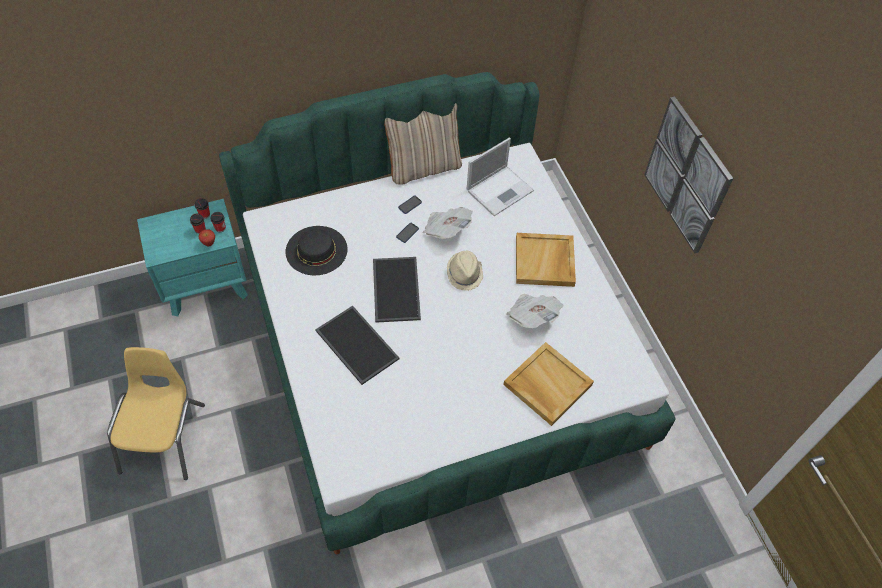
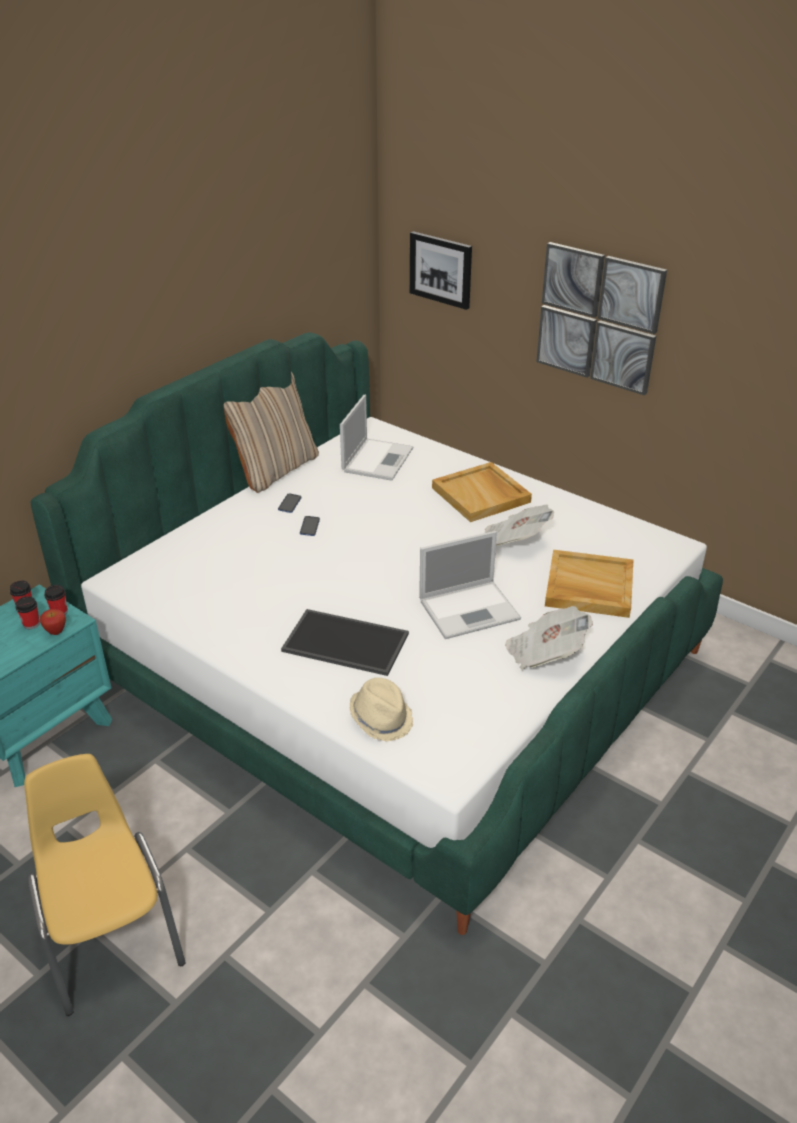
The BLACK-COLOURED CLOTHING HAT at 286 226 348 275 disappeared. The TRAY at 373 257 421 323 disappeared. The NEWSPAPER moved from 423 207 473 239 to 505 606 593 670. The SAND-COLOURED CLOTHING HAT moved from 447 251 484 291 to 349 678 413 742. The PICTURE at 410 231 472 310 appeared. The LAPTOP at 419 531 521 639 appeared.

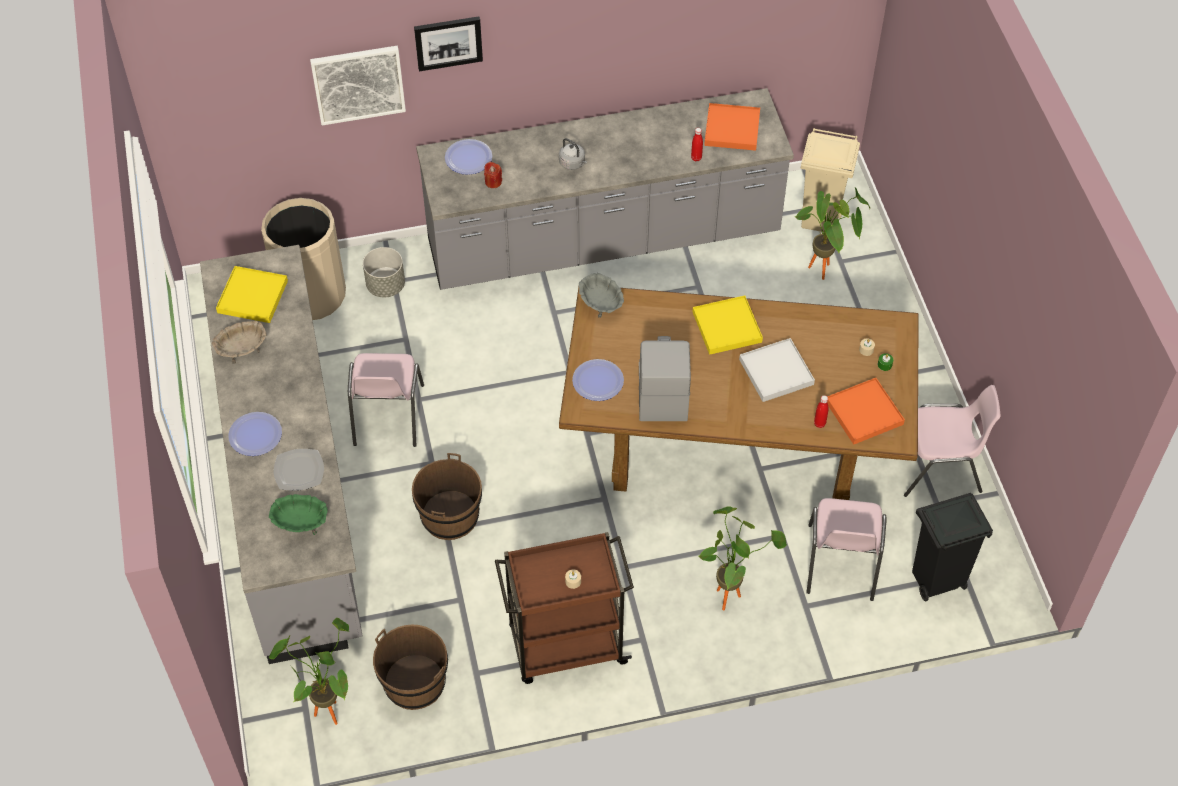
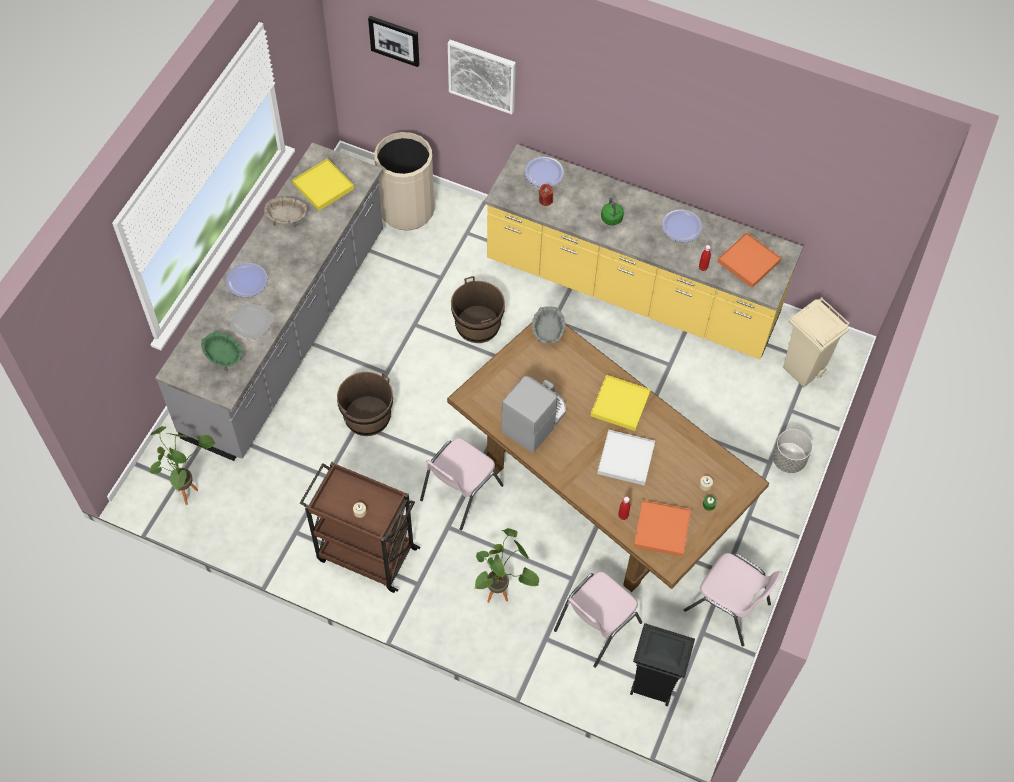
The PINKISH UPRIGHT CHAIR moved from 348 353 424 447 to 420 438 503 530. The GRAY PLANTER moved from 363 247 405 297 to 772 429 813 473. The BROWNISH PAIL moved from 373 625 448 710 to 451 276 505 343. The PICTURE moved from 414 16 483 71 to 368 16 419 67. The GRAY KITCHEN COUNTER at 416 88 794 290 became the YELLOW KITCHEN COUNTER at 485 144 804 359. The GRAY TEA KETTLE at 559 138 587 170 became the GREEN TEA KETTLE at 601 198 624 225. The DINNER PLATE moved from 572 359 624 401 to 662 210 702 242. The POTTED PLANT at 795 188 870 280 disappeared.

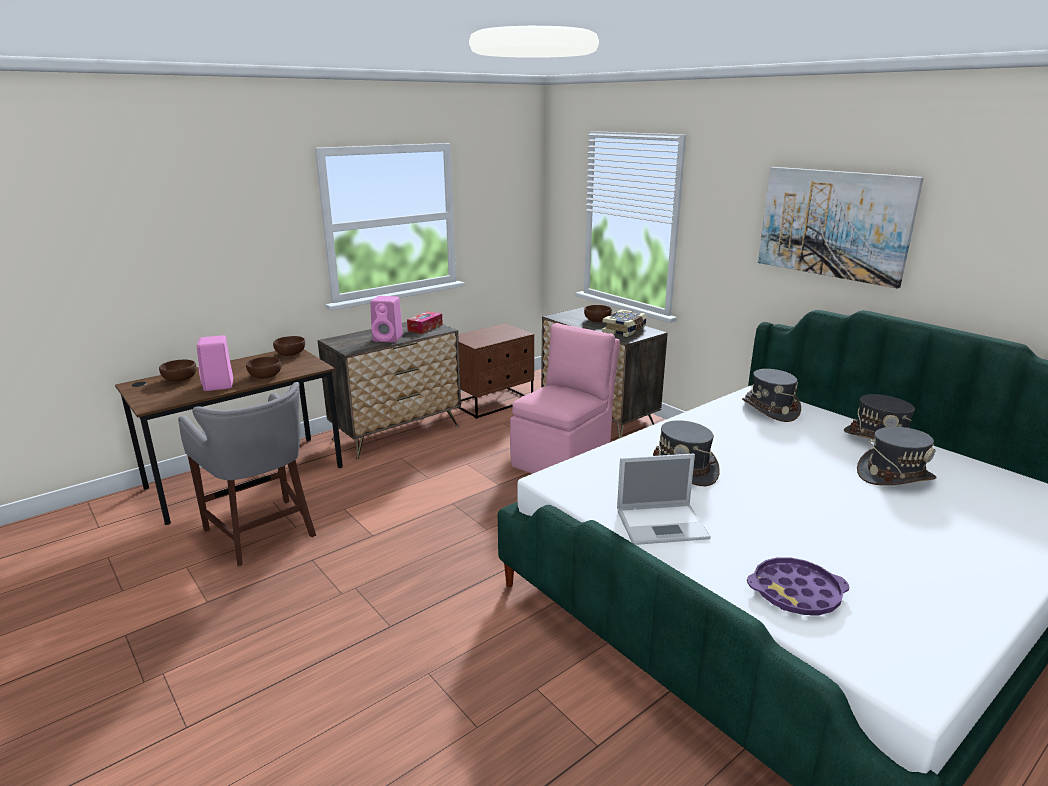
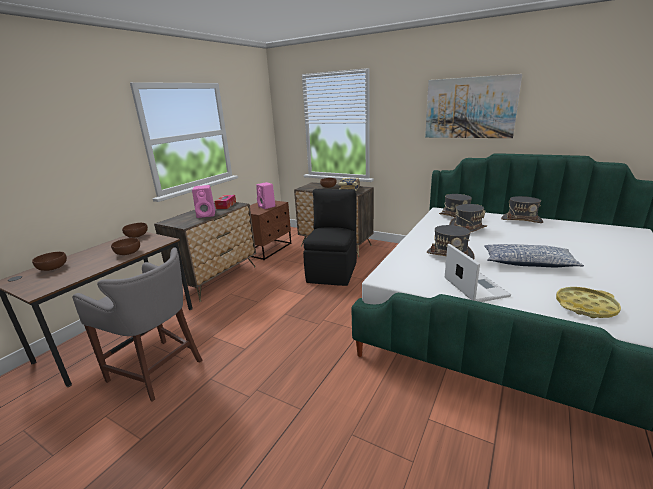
The PINKISH AUDIO SPEAKER moved from 197 335 233 391 to 256 182 276 209. The PINKISH UPRIGHT CHAIR at 510 323 620 474 became the BLACK-COLOURED UPRIGHT CHAIR at 303 189 357 286. The LAPTOP at 617 454 711 545 turned 75 degrees counterclockwise. The PURPLISH TRAY at 747 557 849 615 became the YELLOW TRAY at 556 287 621 318. The GRAY CLOTHING HAT moved from 857 427 937 486 to 449 204 487 232. The THROW PILLOW at 484 244 584 267 appeared.

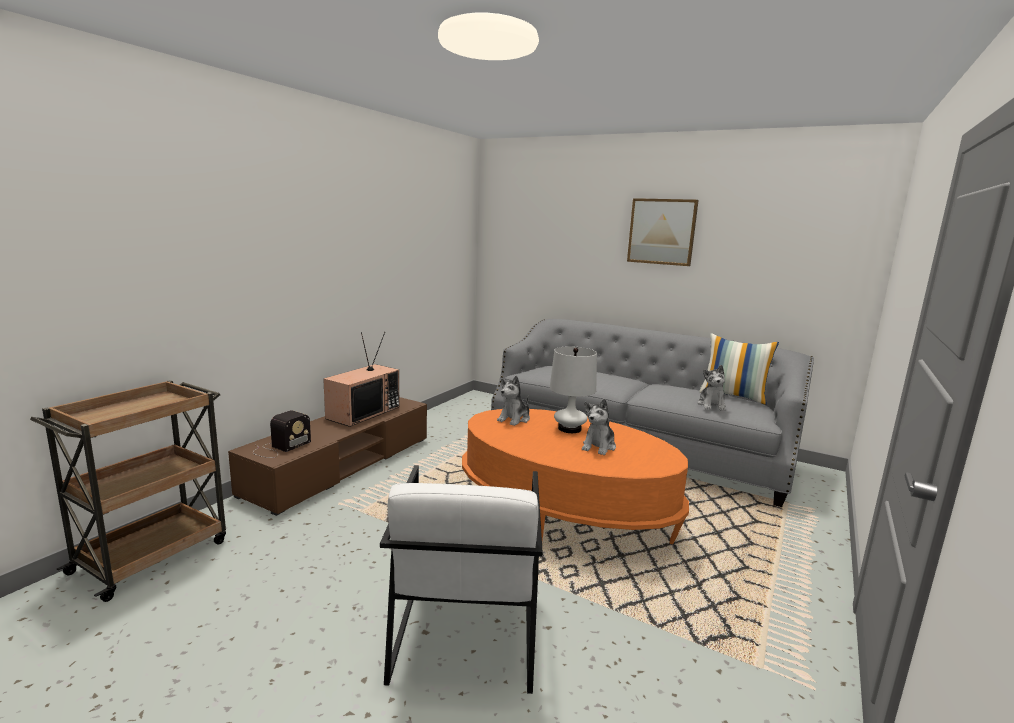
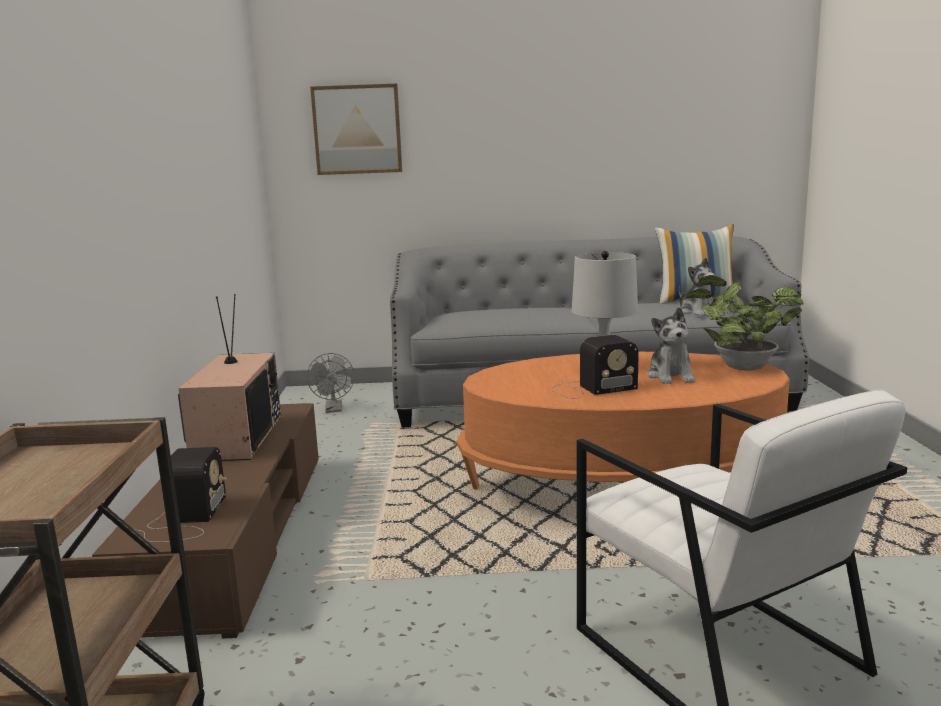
The CUDDLY TOY at 497 376 530 426 disappeared. The PICTURE moved from 627 198 699 266 to 310 84 402 175. The GRAY COOLING FAN at 307 353 355 413 appeared. The RADIO at 551 335 639 398 appeared. The POTTED PLANT at 684 275 804 371 appeared.

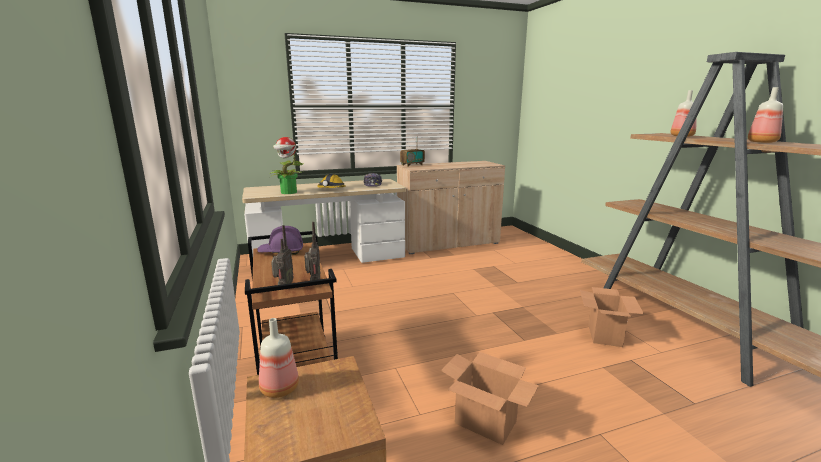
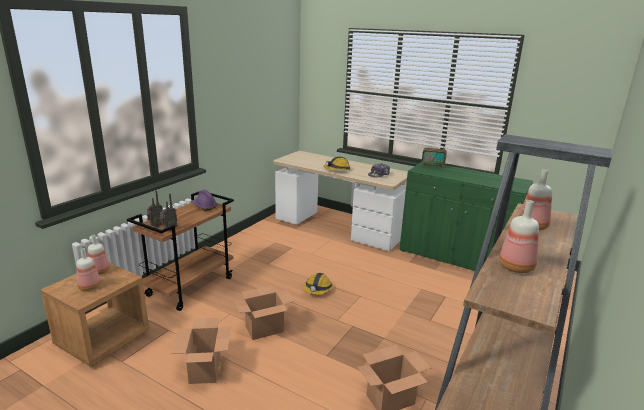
The POTTED PLANT at 268 137 303 194 disappeared. The SAND-COLOURED CABINET at 397 161 505 254 became the GREEN CABINET at 399 162 533 271. The BEVERAGE BOTTLE at 77 248 101 291 appeared. The CARTON at 233 286 295 340 appeared. The SAFETY HELMET at 304 273 333 295 appeared.

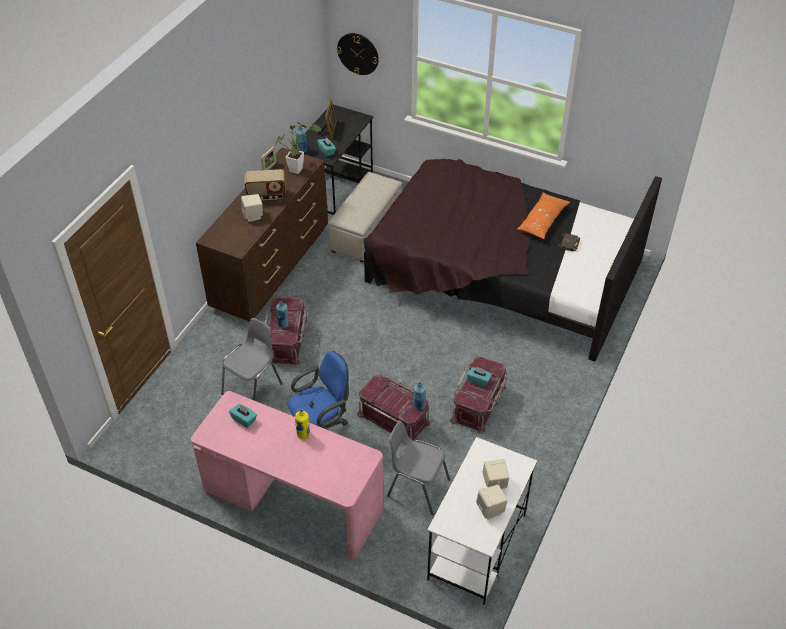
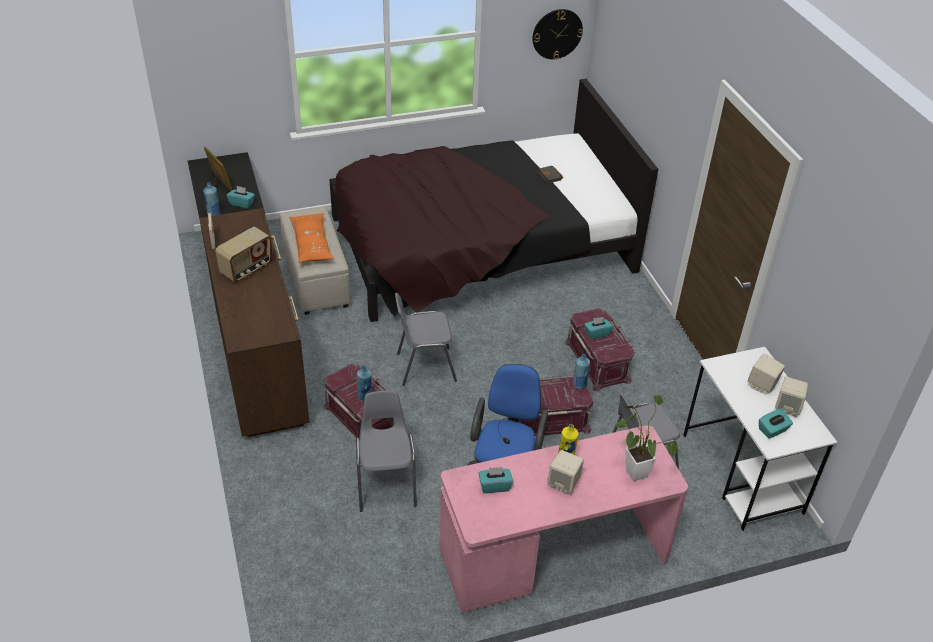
The SAND-COLOURED AUDIO SPEAKER moved from 241 194 263 222 to 547 450 584 494. The POTTED PLANT moved from 276 122 321 174 to 615 395 677 481. The CLOCK ON THE WALL moved from 337 33 379 75 to 533 9 583 60. The ORANGE THROW PILLOW moved from 517 192 570 239 to 289 213 334 263. The GRAY UPRIGHT CHAIR at 395 293 457 386 appeared. The TURQUOISE TISSUE BOX at 759 409 793 439 appeared.

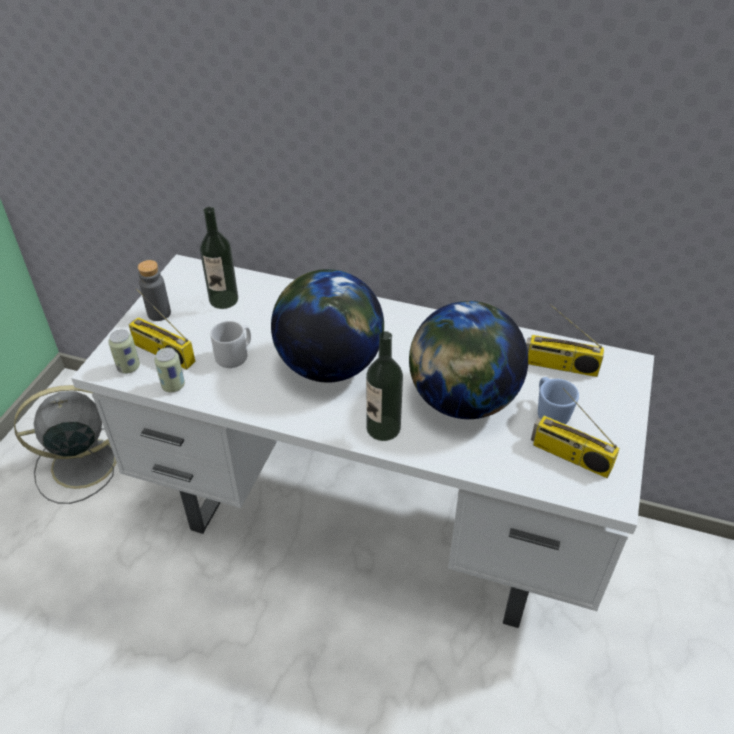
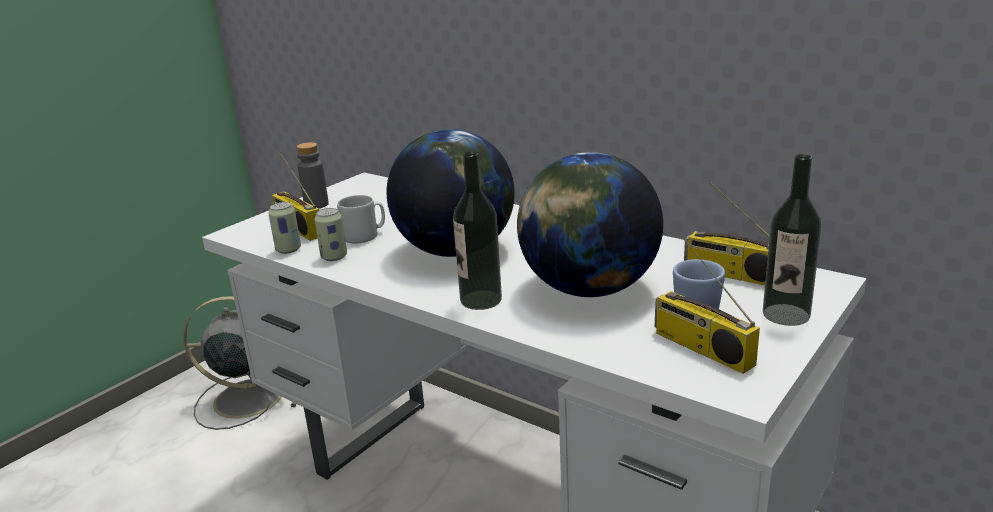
The SEALED CAN moved from 108 330 140 374 to 315 208 347 261. The BEVERAGE BOTTLE moved from 200 207 238 309 to 763 154 822 326.

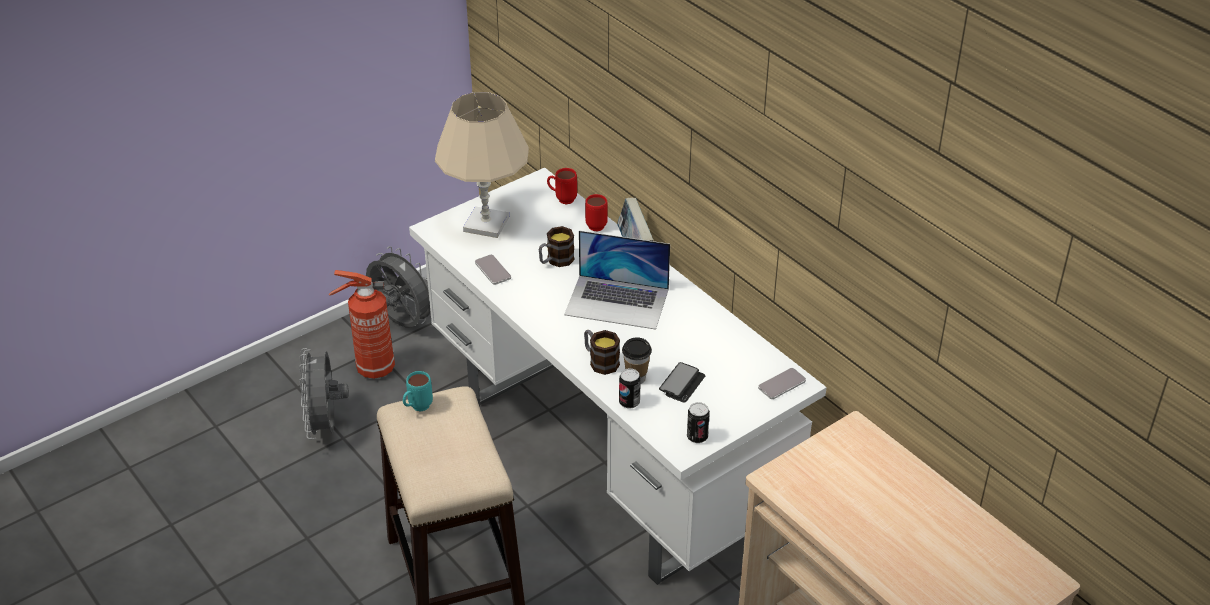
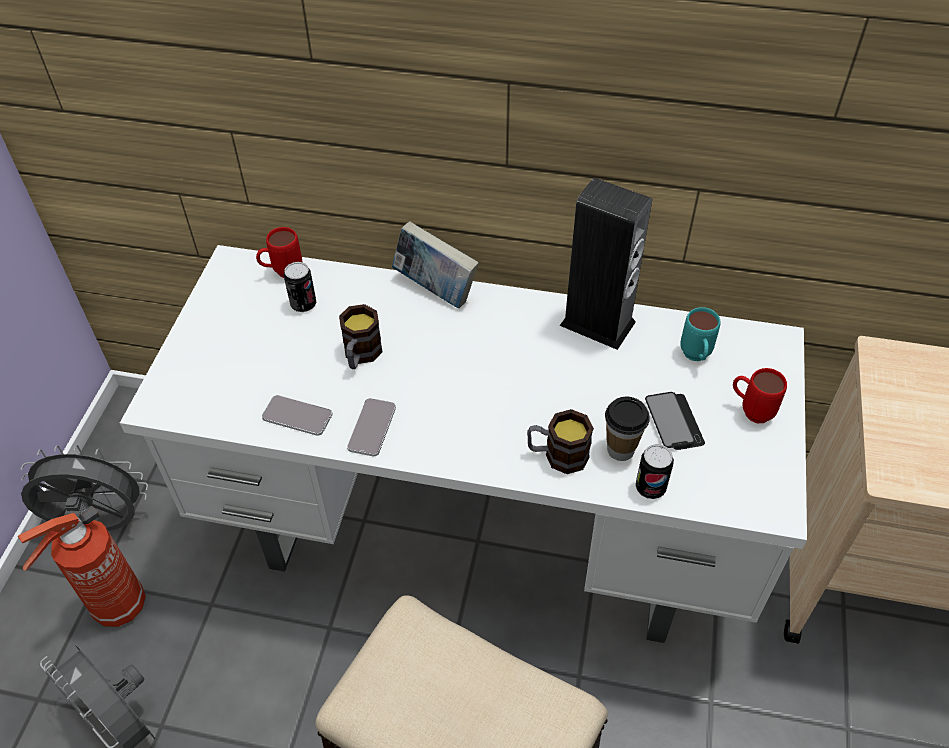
The TURQUOISE TEA MUG moved from 403 371 433 411 to 680 307 720 361. The SAND-COLOURED LAMP FOR A TABLE at 435 92 529 238 disappeared. The LAPTOP at 564 231 670 330 disappeared. The REDDISH TEA MUG moved from 585 194 608 231 to 733 368 787 423. The SEALED CAN moved from 687 402 710 443 to 284 262 316 312. The HANDSET moved from 758 368 806 399 to 347 398 396 456. The AUDIO SPEAKER at 559 178 652 350 appeared.

